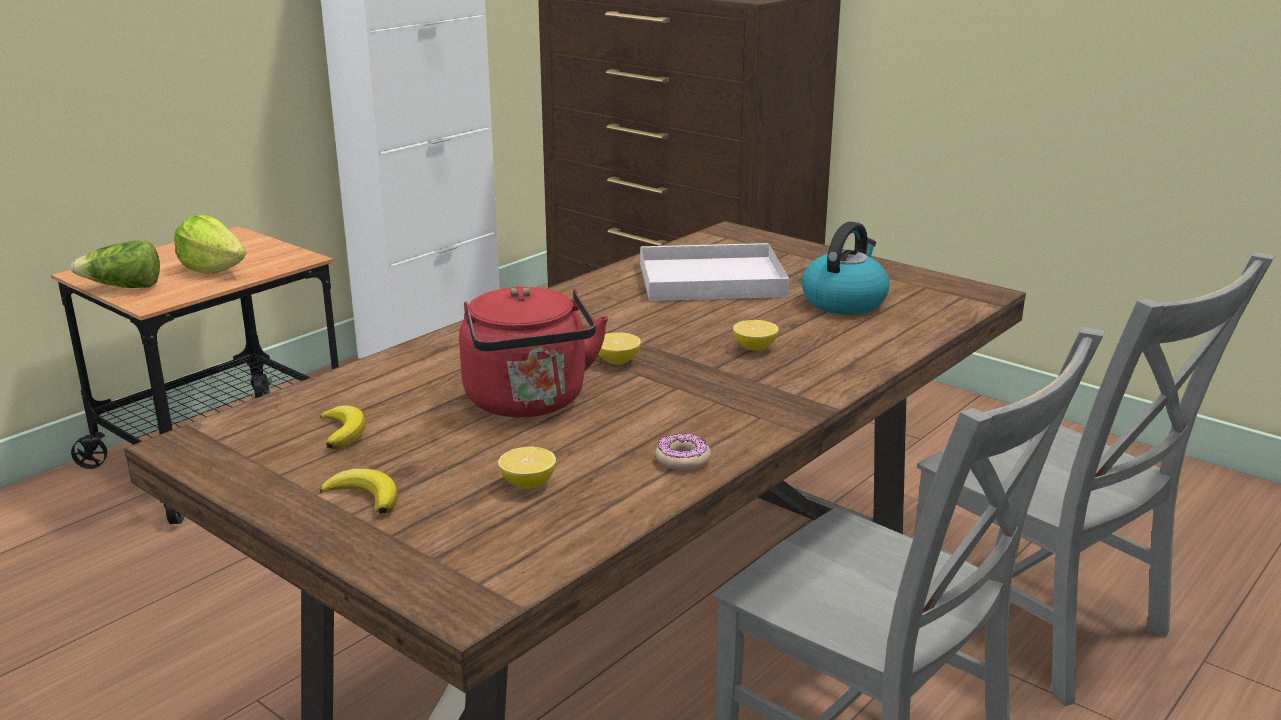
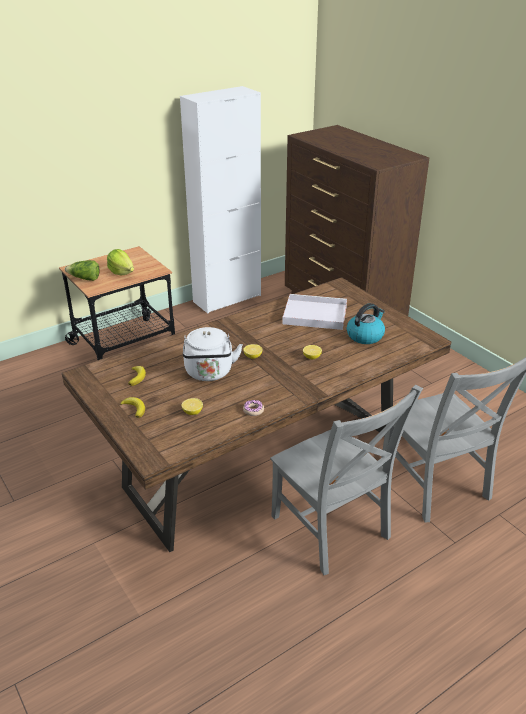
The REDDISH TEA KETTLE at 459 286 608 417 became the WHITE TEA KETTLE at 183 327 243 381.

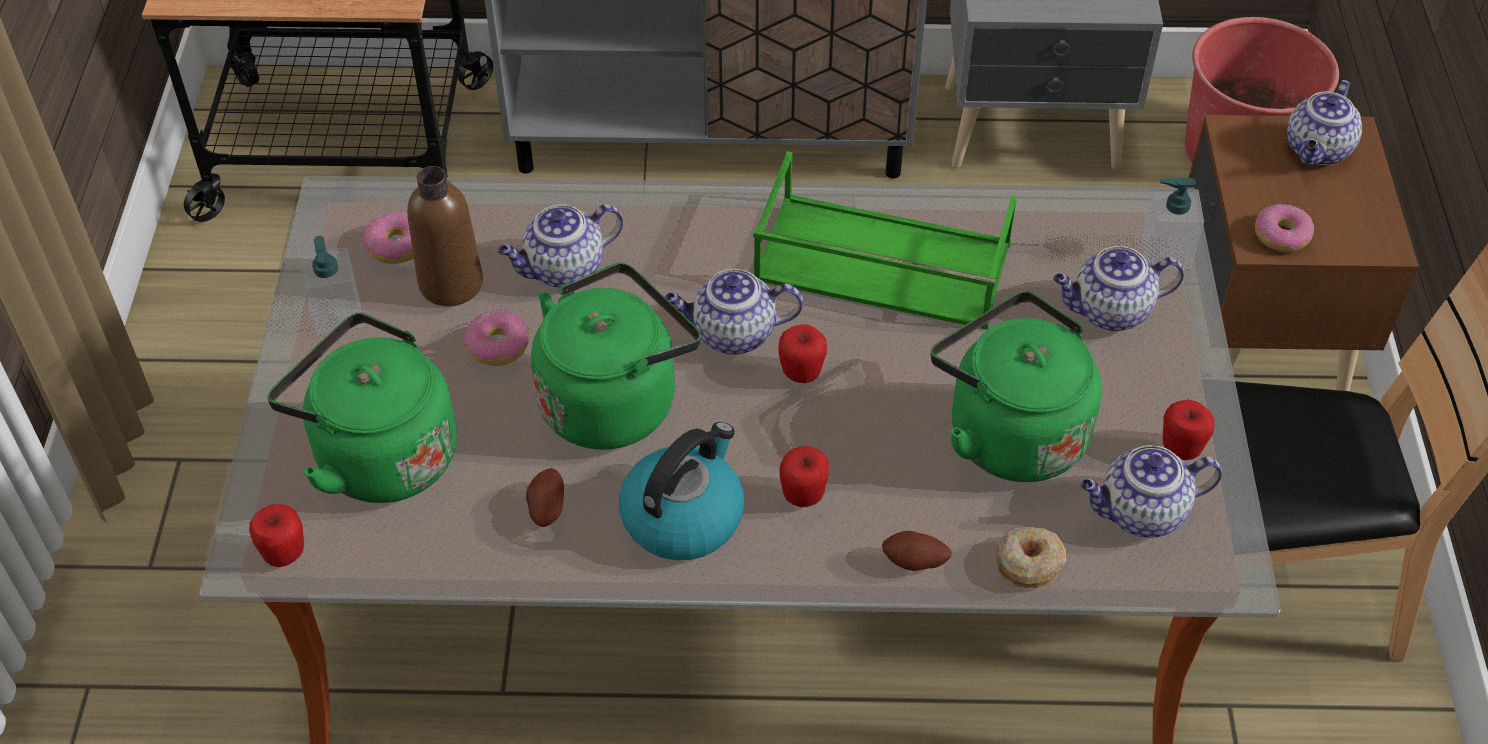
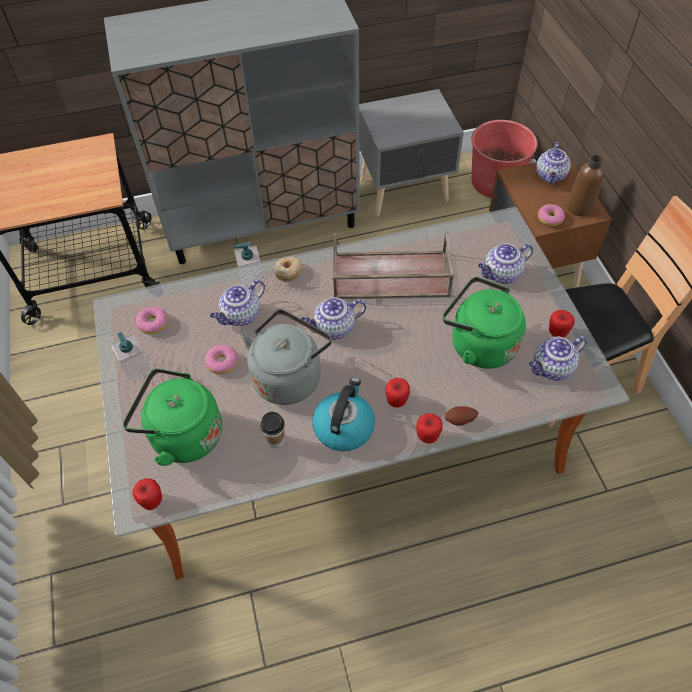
The BROWNISH BEVERAGE BOTTLE moved from 407 166 483 306 to 567 155 604 216. The POTATO at 526 468 564 527 was replaced by the DRINKING CUP at 260 412 285 448. The GREEN TEA KETTLE at 531 263 701 450 became the GRAY TEA KETTLE at 241 309 332 405. The GREEN TRAY at 753 151 1017 330 became the BROWNISH TRAY at 333 231 454 299. The APPLE FRUIT moved from 778 324 827 383 to 416 413 443 444. The DONUT moved from 996 527 1066 588 to 274 256 303 282. The SOAP DISPENSER moved from 1141 178 1204 269 to 233 242 264 286.

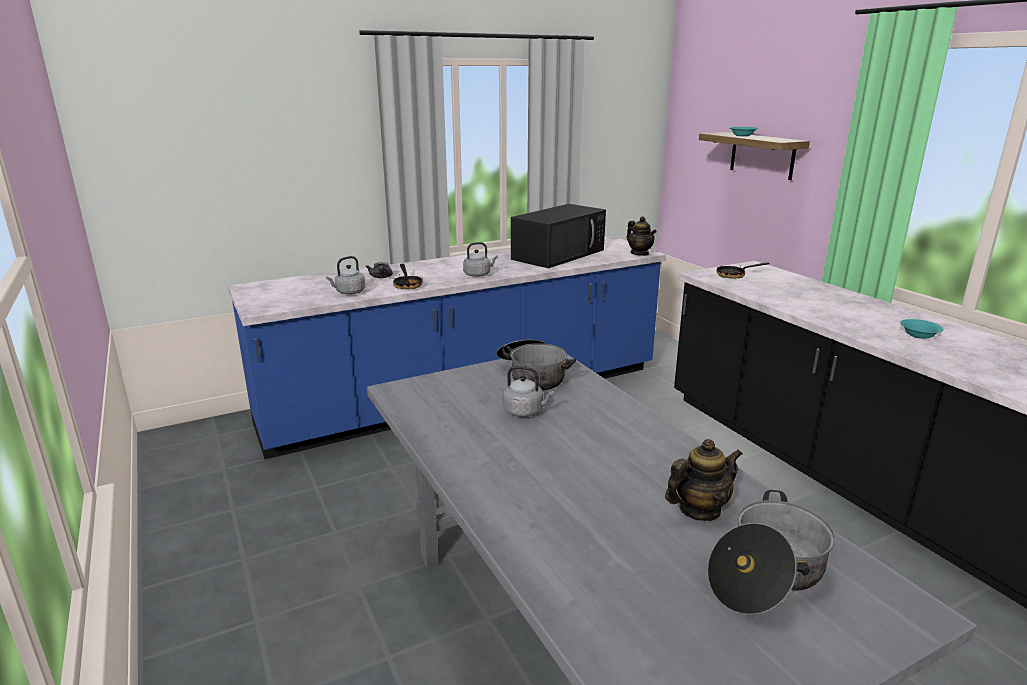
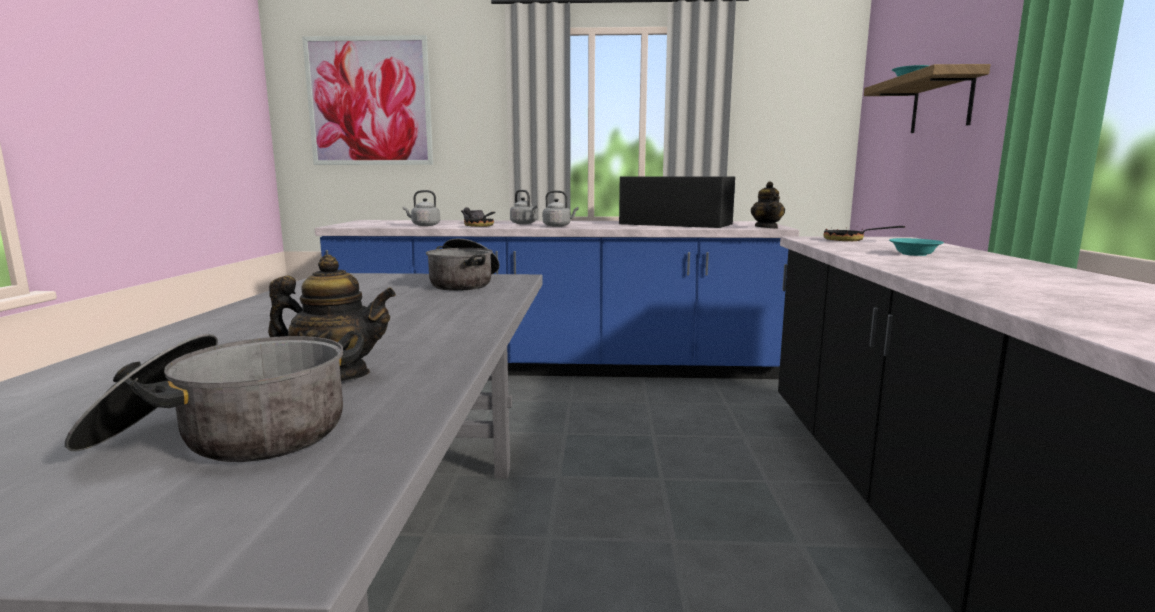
The GRAY TEA KETTLE moved from 503 366 554 417 to 510 190 537 224. The BLACK-COLOURED MICROWAVE at 511 204 606 268 turned 135 degrees counterclockwise. The TURQUOISE BOWL moved from 900 319 944 339 to 889 238 944 256. The PICTURE at 302 35 433 165 appeared.

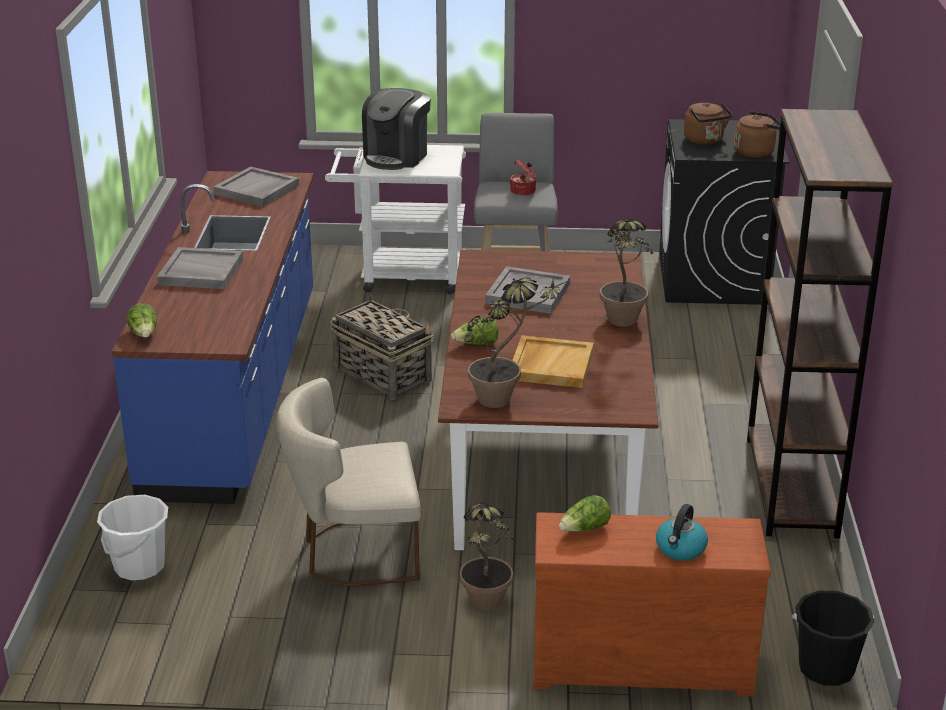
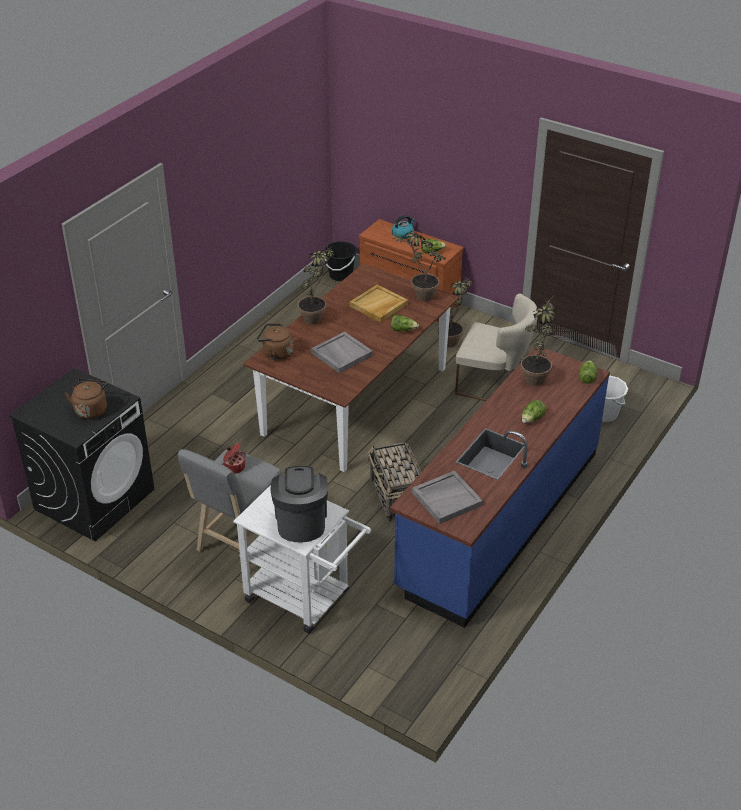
The GRAY TRAY at 157 247 243 289 was replaced by the LETTUCE at 522 400 546 423. The COFFEE MAKER at 362 88 431 170 turned 60 degrees counterclockwise. The BROWNISH TEA KETTLE moved from 734 111 780 158 to 257 323 293 360. The BROWNISH BOOKCASE at 747 109 893 538 disappeared. The POTTED PLANT at 521 298 556 386 appeared.

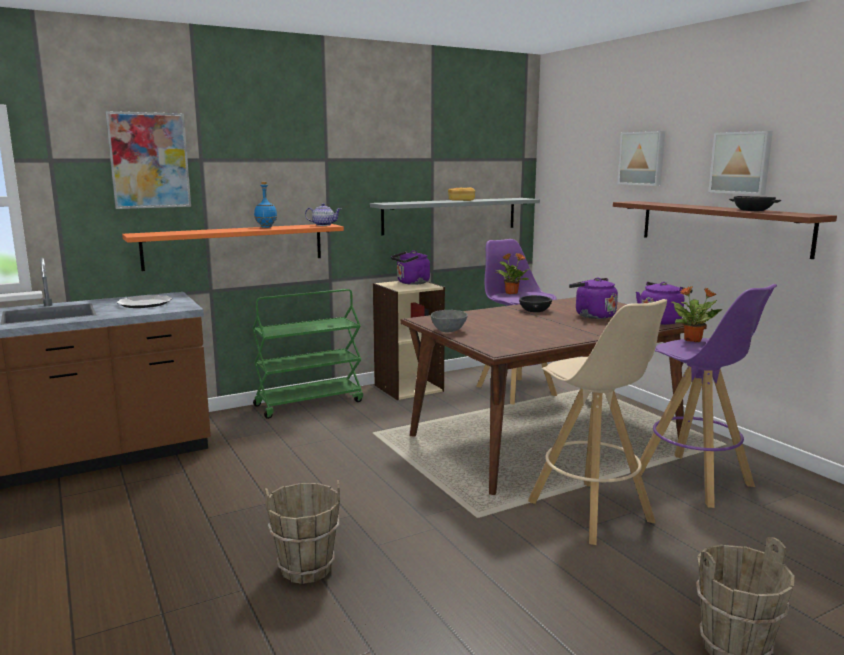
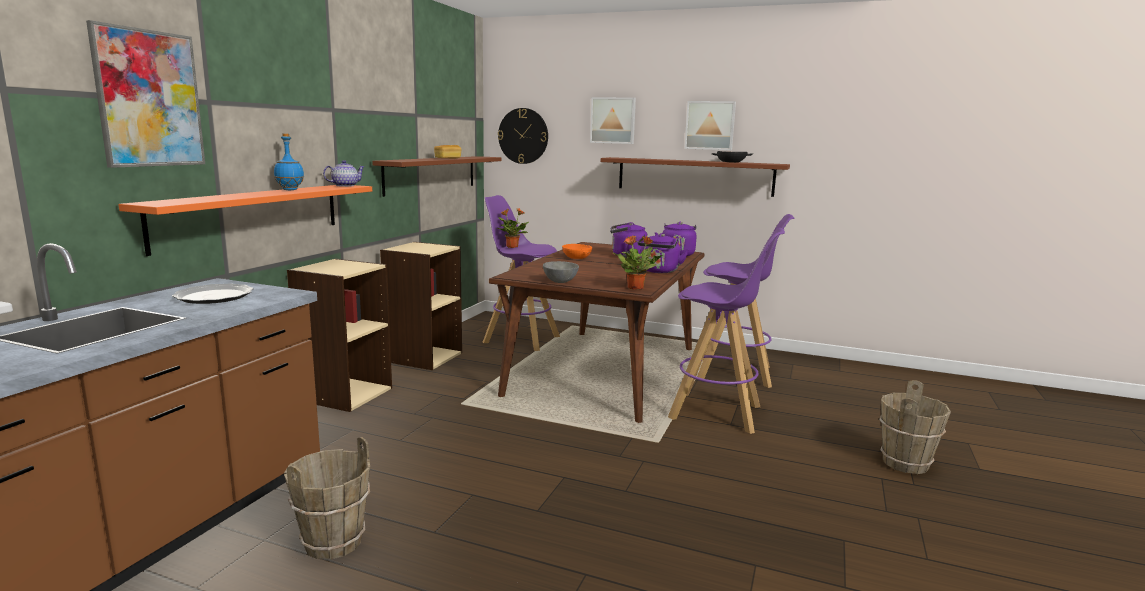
The GREEN CART at 252 289 363 419 was replaced by the SAND-COLOURED BOOKCASE at 287 258 392 412. The BROWNISH PAIL moved from 264 480 340 584 to 284 437 370 560. The GRAY SHELF at 370 198 540 235 became the BROWNISH SHELF at 372 156 502 197. The PURPLISH TEA KETTLE moved from 391 251 430 285 to 638 233 689 273. The BLACK-COLOURED BOWL at 519 295 552 312 became the ORANGE BOWL at 562 244 592 259. The SAND-COLOURED STOOL at 528 299 667 545 became the PURPLISH STOOL at 668 228 785 434. The POTTED PLANT moved from 672 286 722 342 to 613 235 663 289. The CLOCK ON THE WALL at 498 108 548 164 appeared.

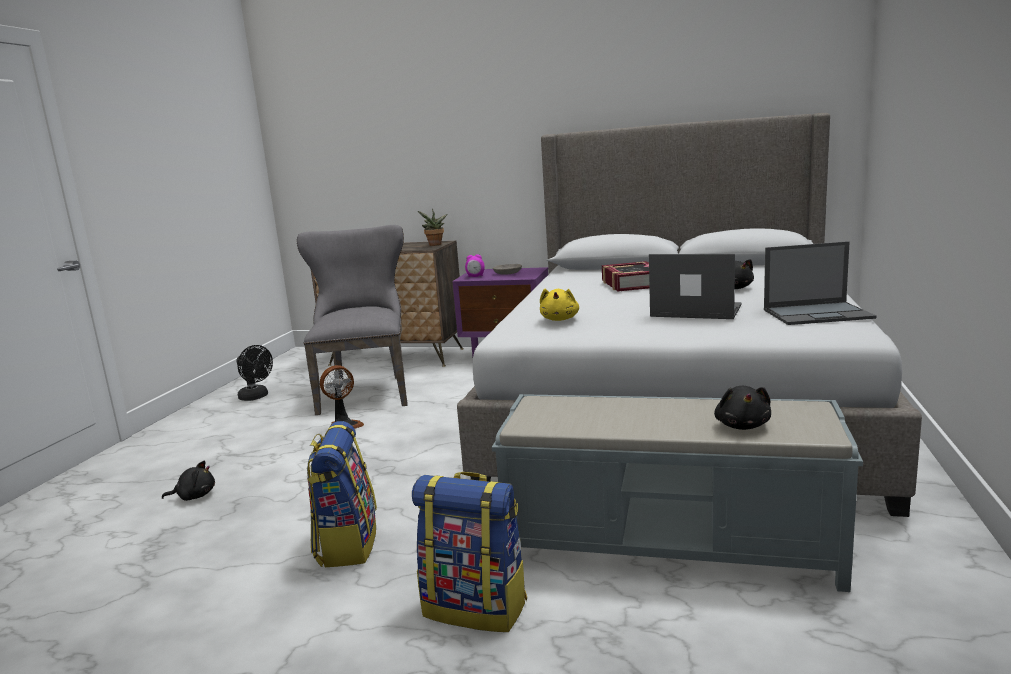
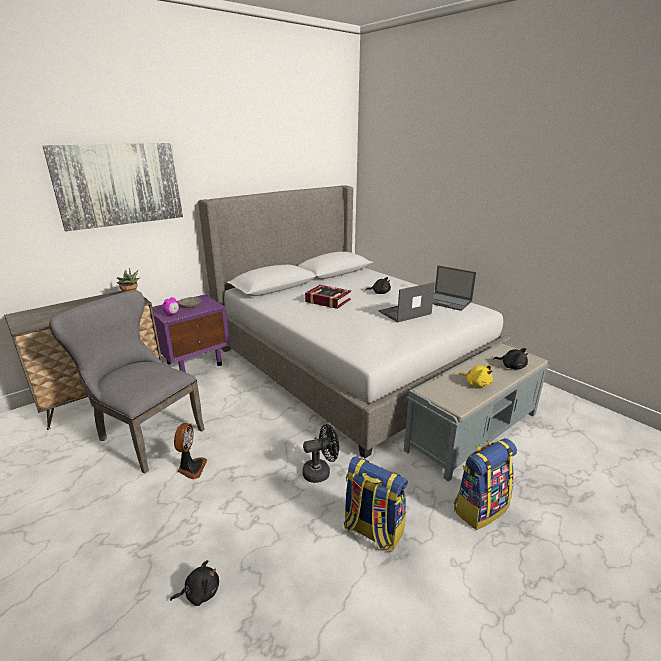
The BLACK-COLOURED CUDDLY TOY at 162 461 215 501 turned 45 degrees clockwise. The BLACK-COLOURED COOLING FAN moved from 237 345 273 401 to 302 424 339 483. The YELLOW CUDDLY TOY moved from 540 289 579 321 to 458 365 493 387. The LAPTOP at 764 241 876 325 turned 90 degrees clockwise. The PICTURE at 42 143 183 232 appeared.

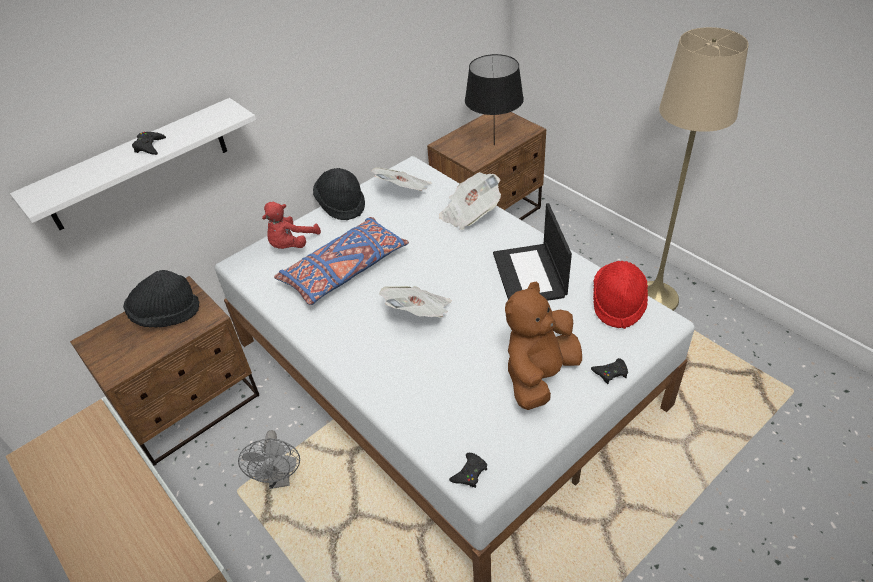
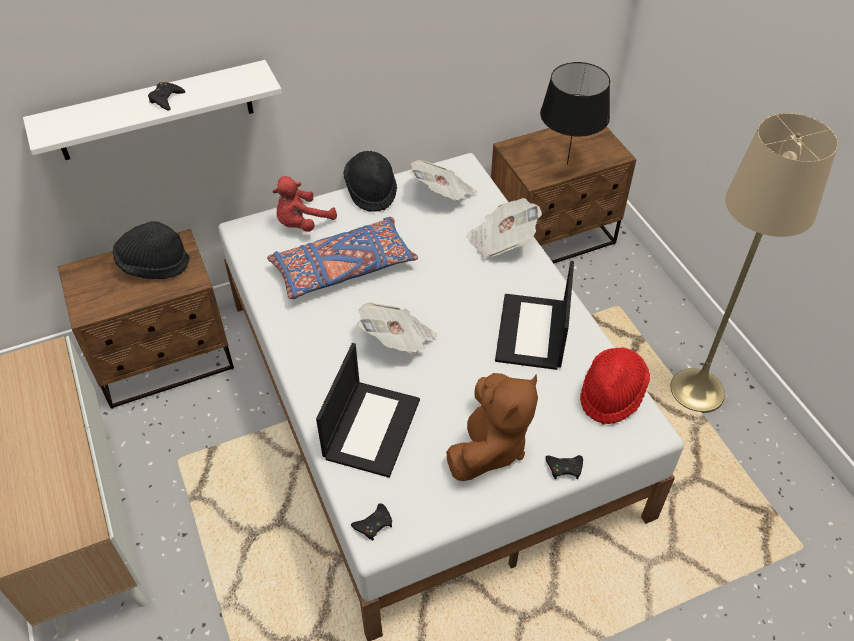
The GRAY COOLING FAN at 238 430 300 489 disappeared. The BROWNISH CUDDLY TOY at 505 282 582 410 turned 150 degrees clockwise. The LAPTOP at 316 343 420 478 appeared.

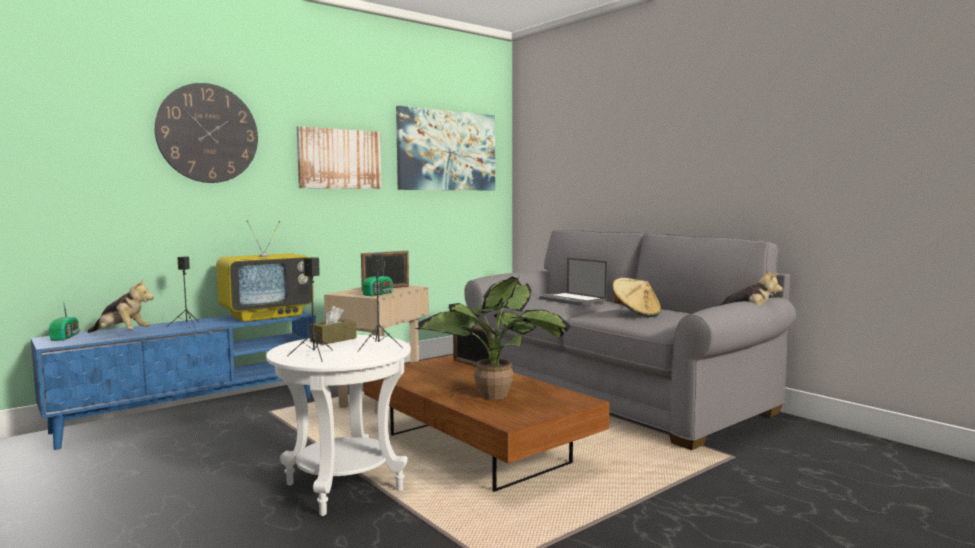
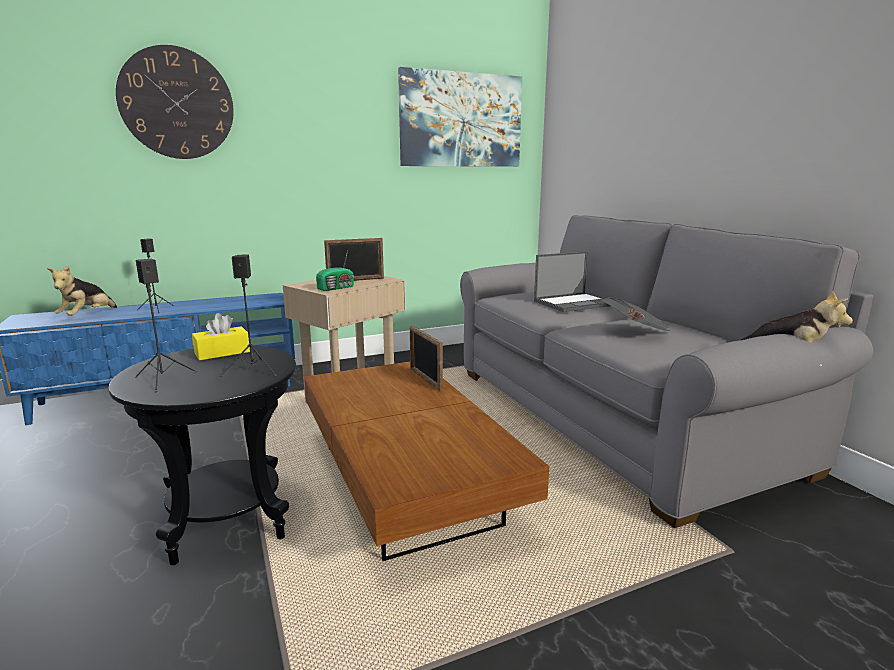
The RADIO at 49 300 80 341 disappeared. The CUDDLY TOY at 87 279 154 333 turned 75 degrees clockwise. The TELEVISION at 216 220 314 322 disappeared. The WHITE END TABLE at 266 335 411 516 became the BLACK-COLOURED END TABLE at 108 345 296 565. The PICTURE at 297 126 381 189 disappeared. The BROWNISH TISSUE BOX at 310 306 357 345 became the YELLOW TISSUE BOX at 192 313 250 360. The POTTED PLANT at 416 276 571 400 disappeared. The LAPTOP at 539 258 608 305 turned 90 degrees counterclockwise. The SAND-COLOURED CLOTHING HAT at 612 278 661 317 was replaced by the NEWSPAPER at 600 298 670 331.

